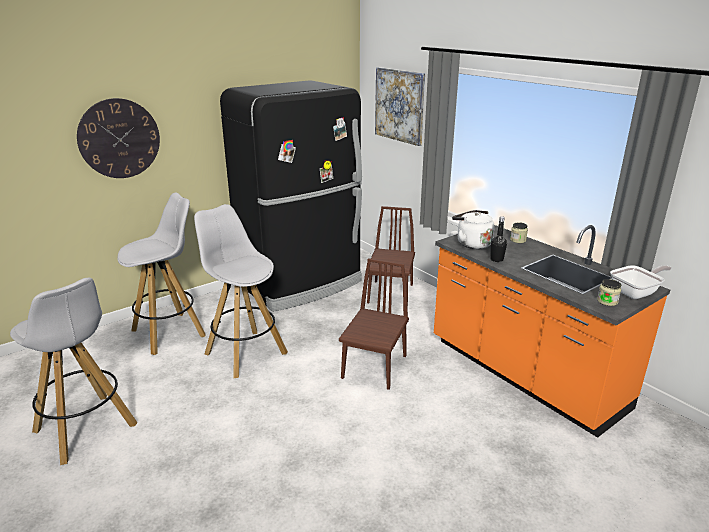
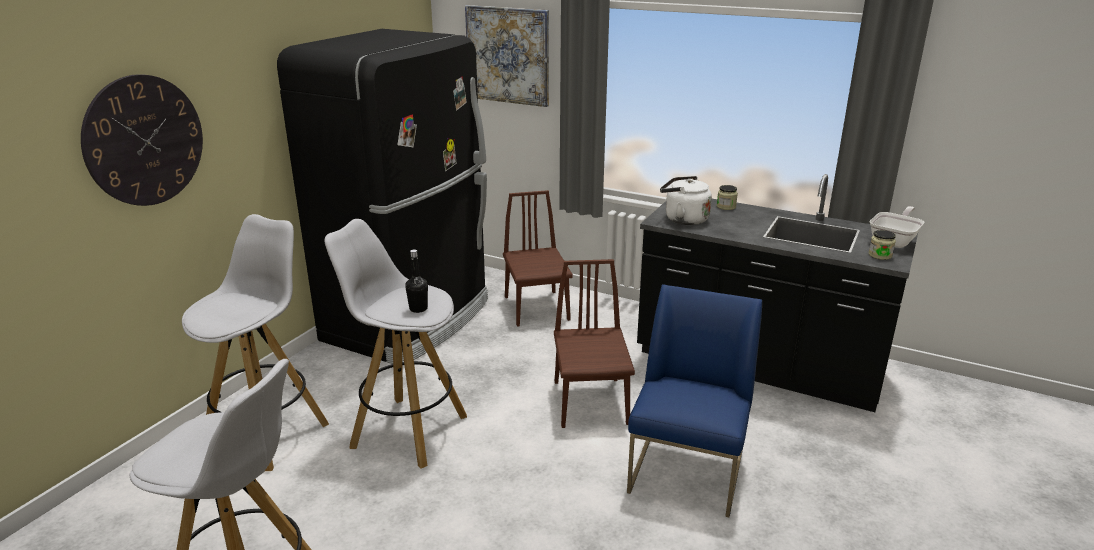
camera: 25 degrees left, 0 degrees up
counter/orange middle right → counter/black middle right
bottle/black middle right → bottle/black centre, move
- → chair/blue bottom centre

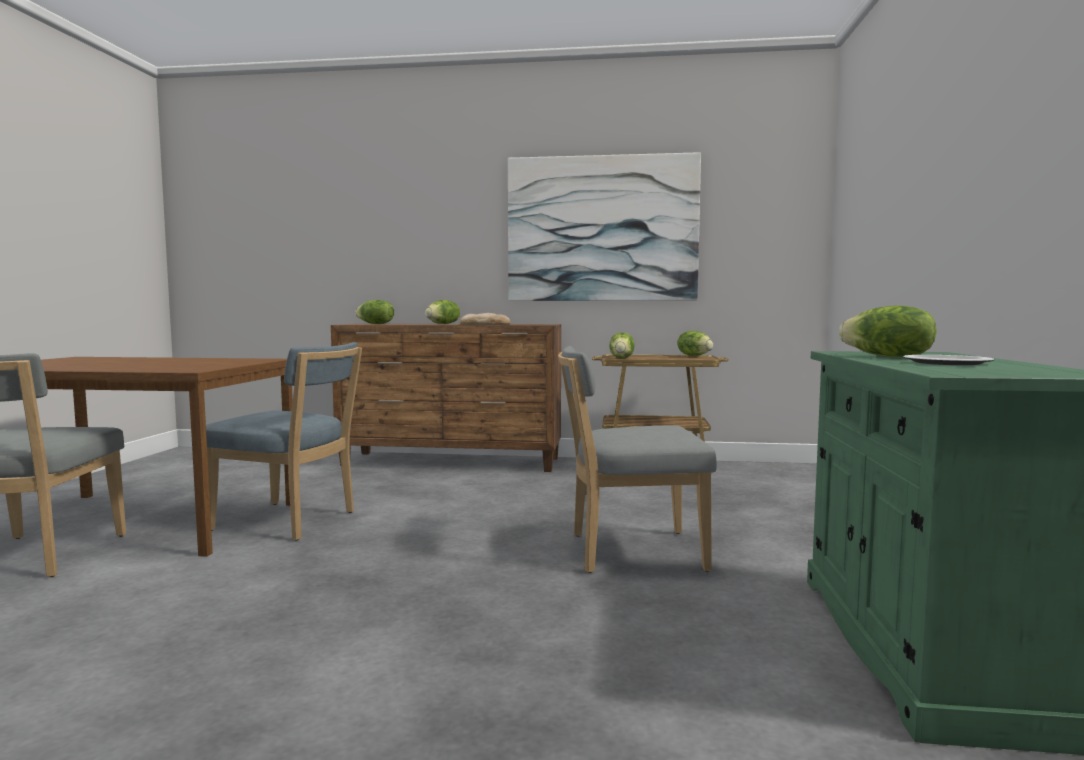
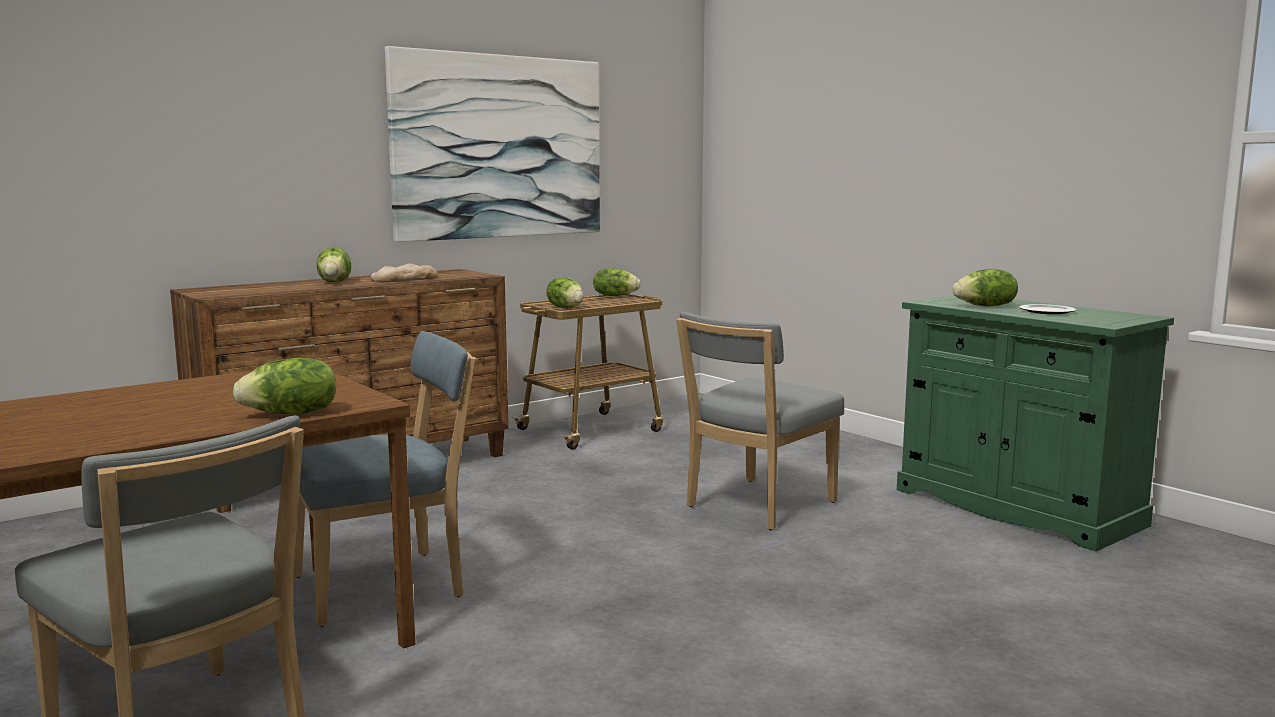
camera: 45 degrees left, 5 degrees up
lettuce (1st from left) centre → lettuce (1st from left) middle left, move

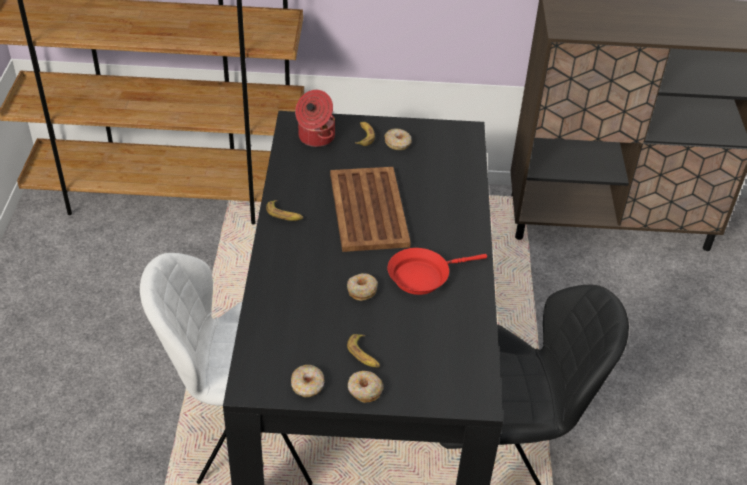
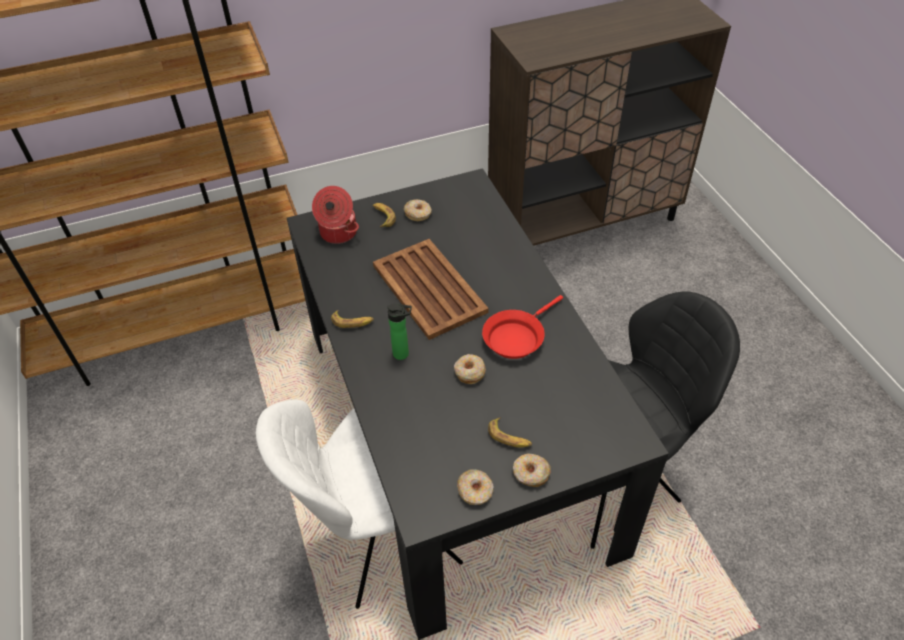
camera: 20 degrees left, 5 degrees up
- → bottle centre

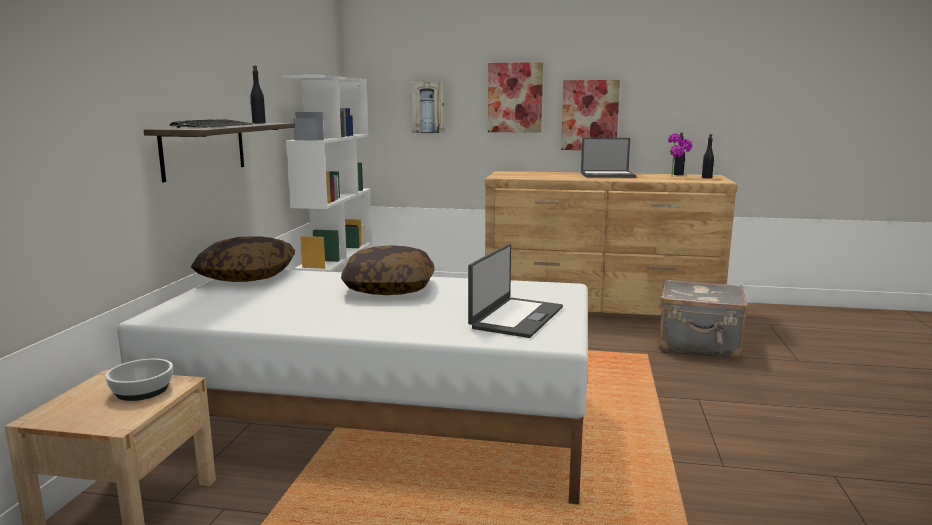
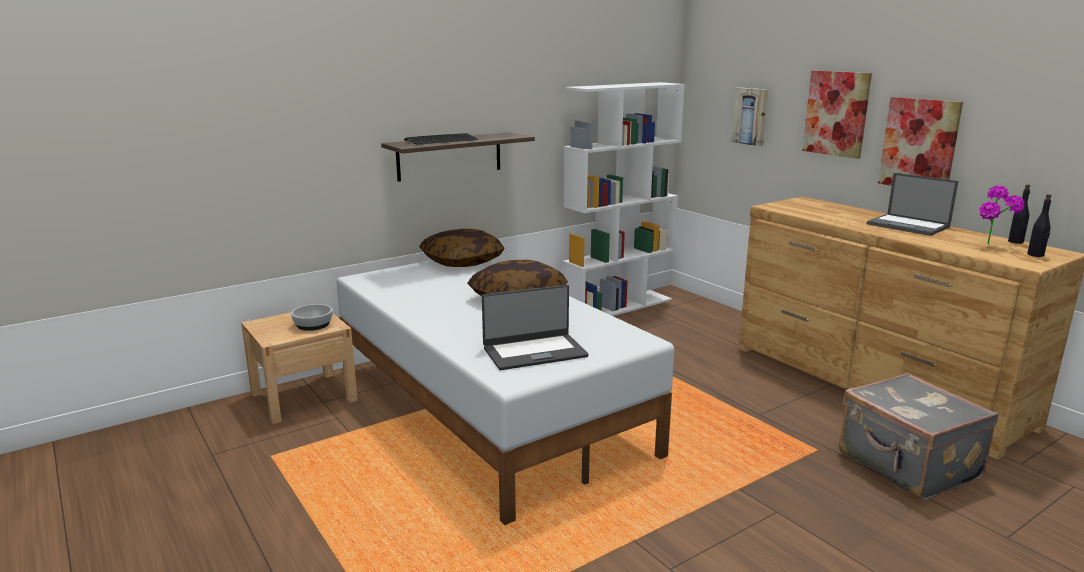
camera: 45 degrees right, 5 degrees up
bottle/black (1st from left) top left → -

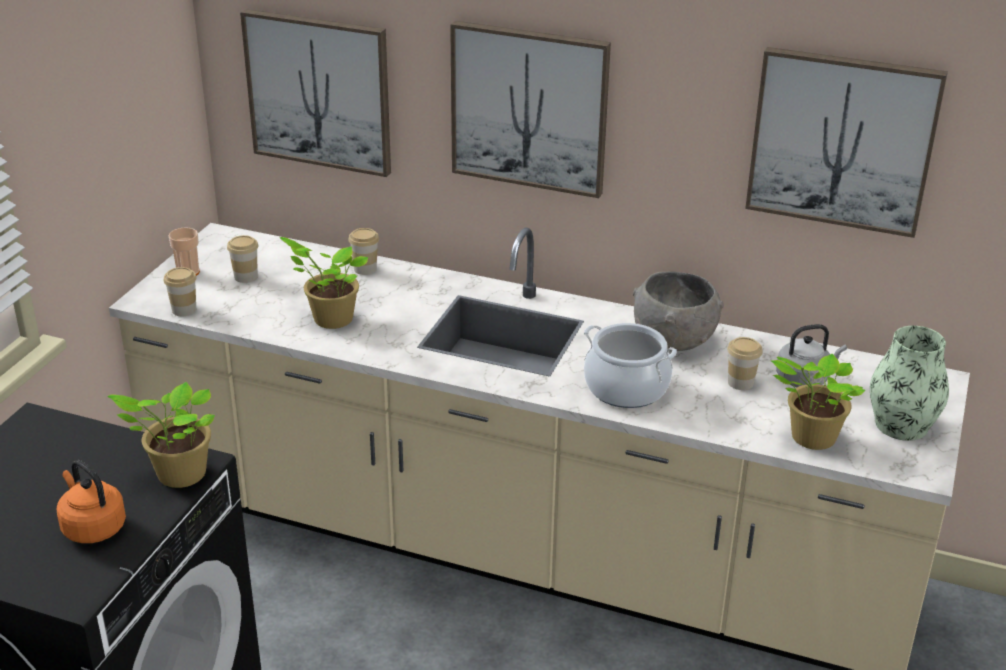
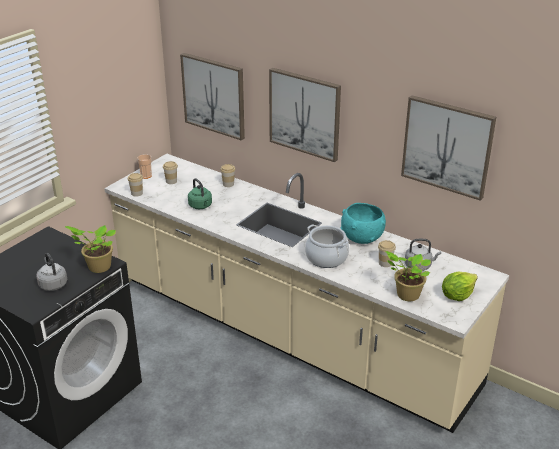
camera: 15 degrees right, 0 degrees up
kettle/orange bottom left → kettle/grey (1st from left) middle left
potted plant (2nd from left) middle left → kettle/green centre
bowl/grey middle right → bowl/turquoise centre
vase middle right → lettuce middle right

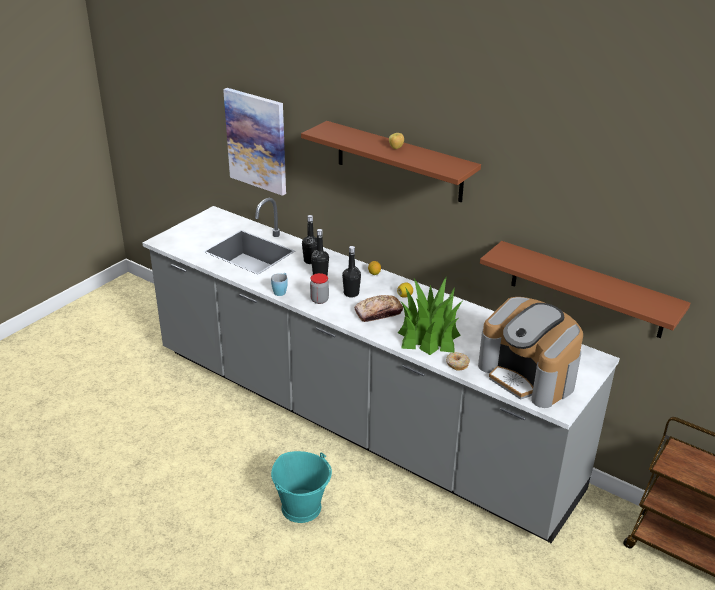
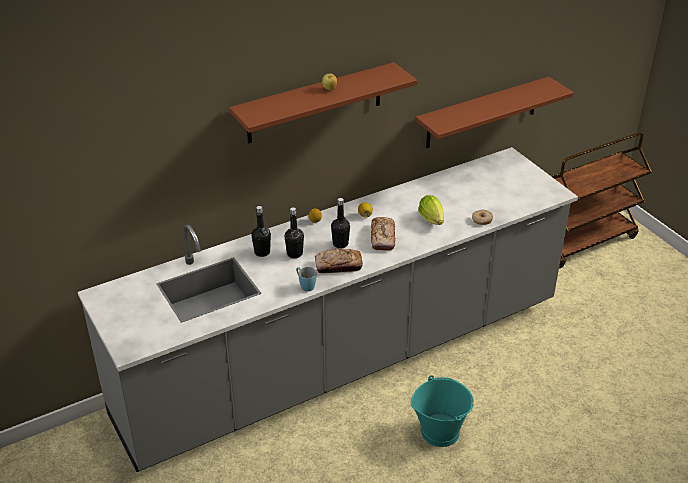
camera: 65 degrees left, 5 degrees up
picture top centre → -
jar centre → bread (1st from left) centre
potted plant centre → lettuce centre
coffee machine middle right → -

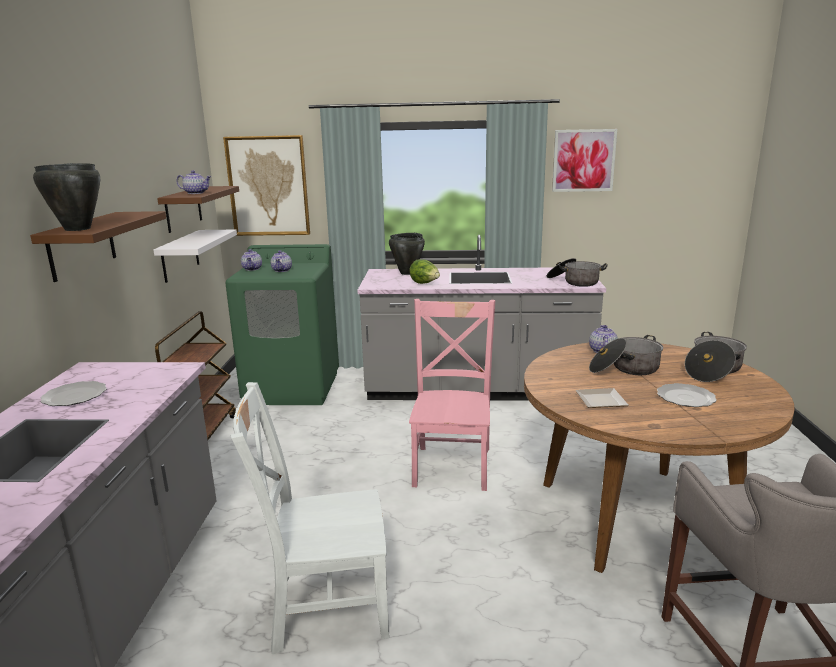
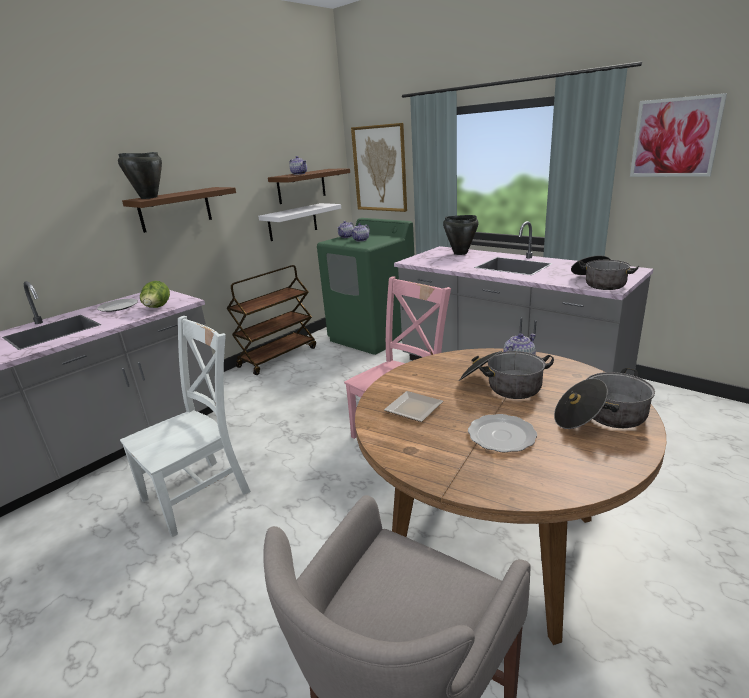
camera: 40 degrees right, 5 degrees up
chair/white bottom centre → chair/white middle left, 105 degrees clockwise
lettuce centre → lettuce middle left, move

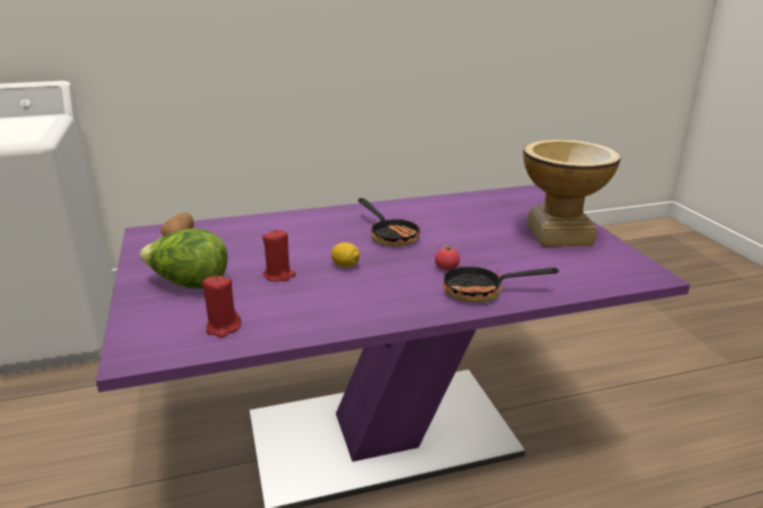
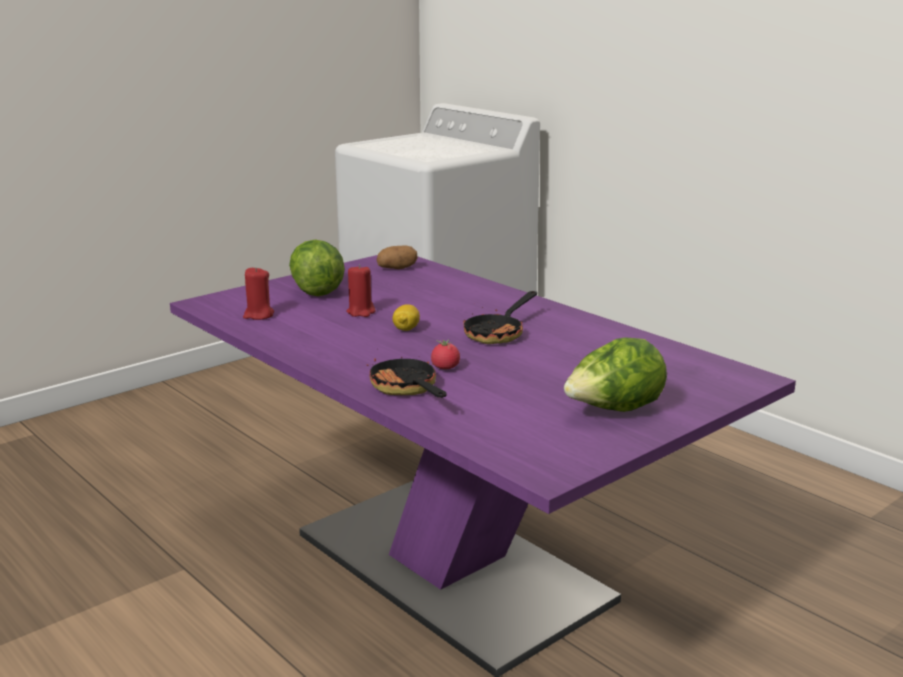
camera: 65 degrees right, 5 degrees down
vase middle right → lettuce (2nd from left) middle right

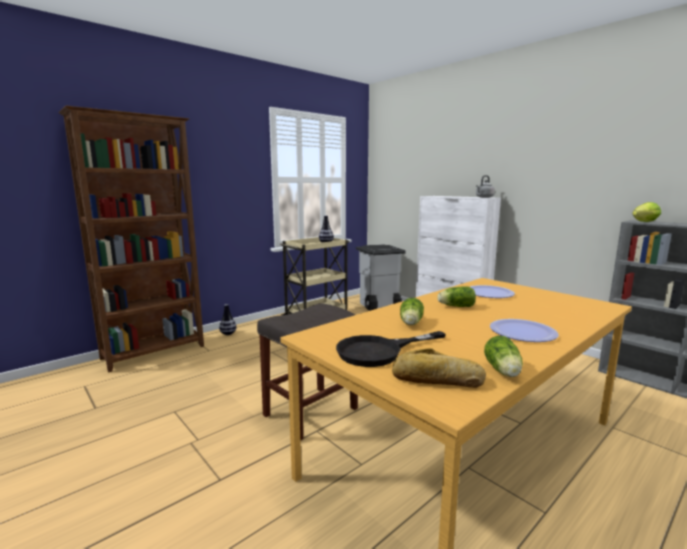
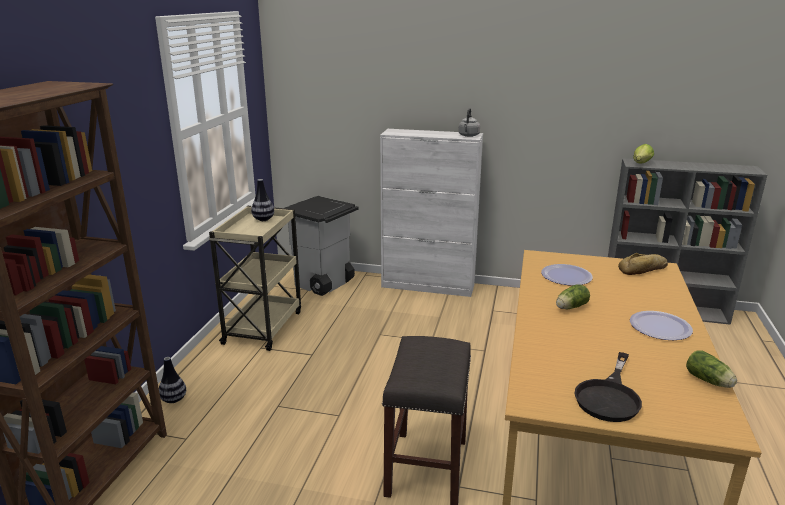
camera: 35 degrees left, 10 degrees up
bread bottom centre → bread middle right, move
lettuce (1st from left) centre → -

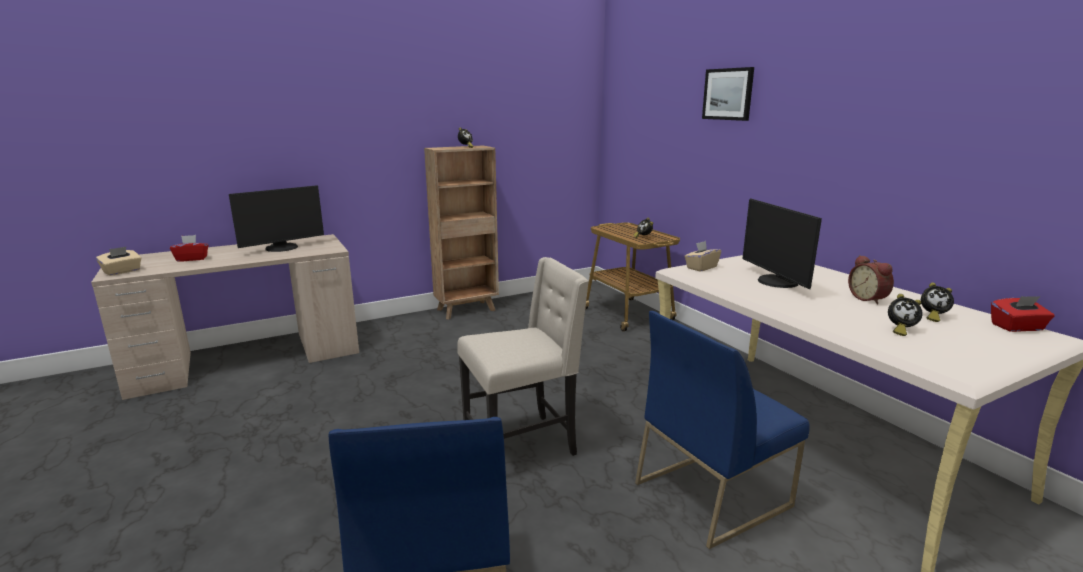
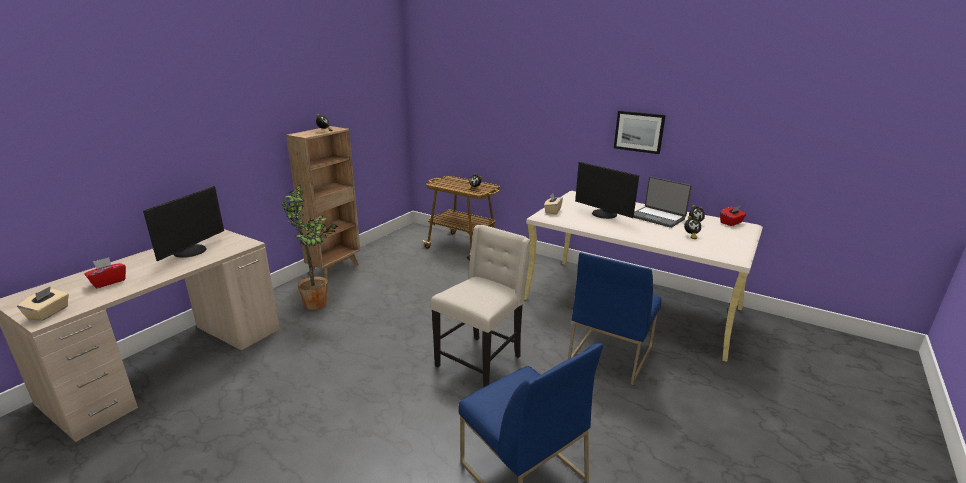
camera: 30 degrees left, 5 degrees up
picture top right → picture top centre, move
alarm clock (3rd from left) middle right → laptop middle right
- → potted plant middle left

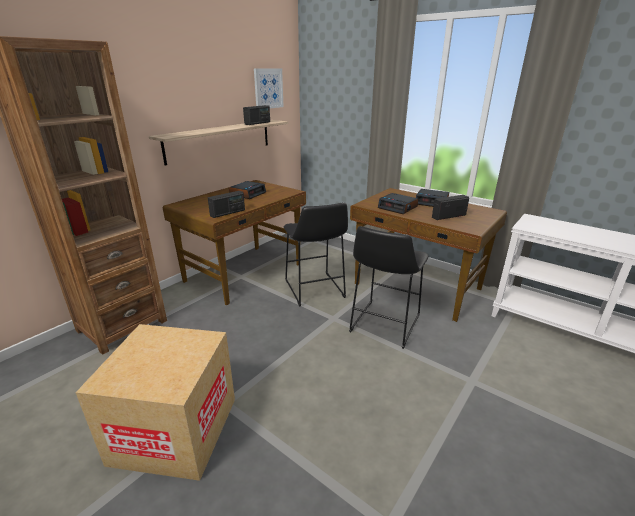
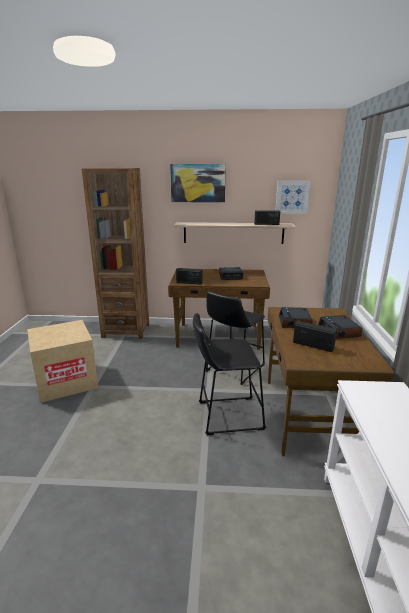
camera: 55 degrees right, 5 degrees down
- → picture (1st from left) top centre

